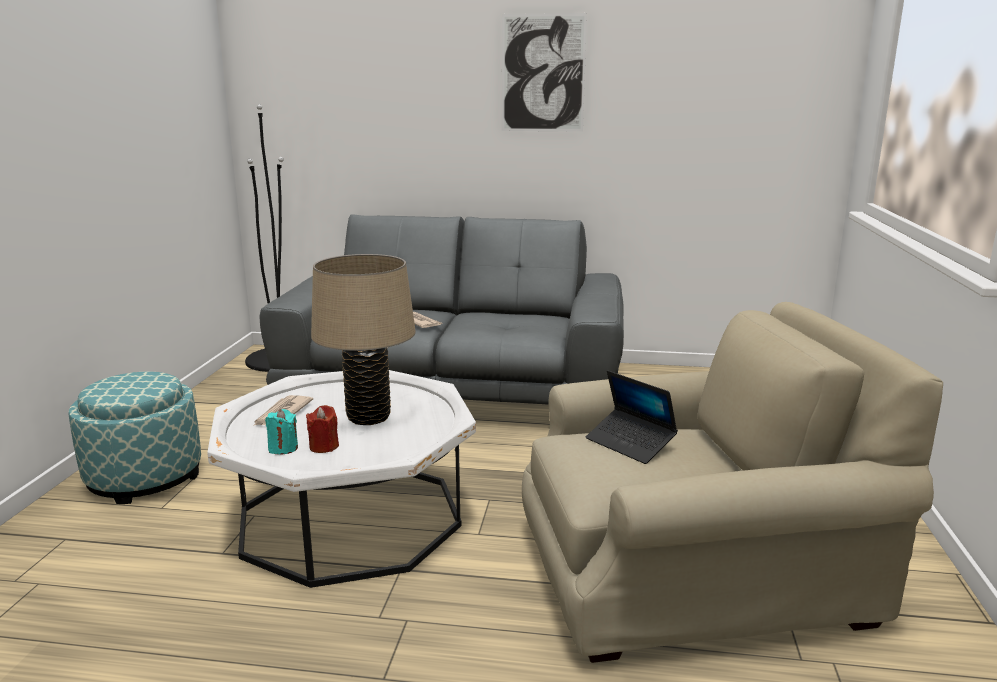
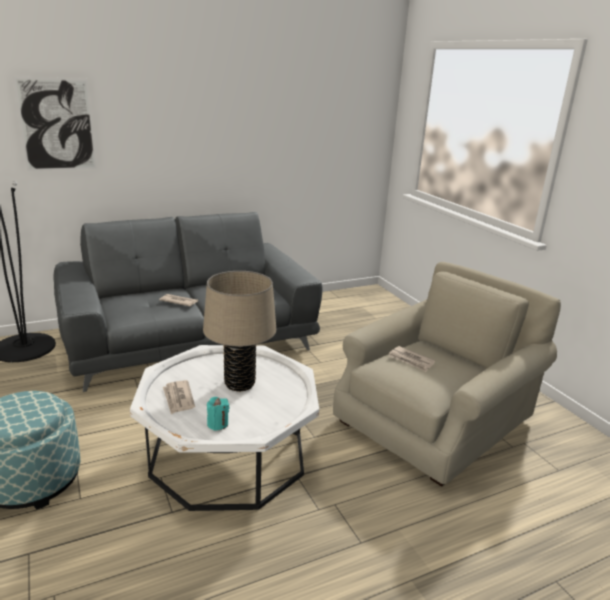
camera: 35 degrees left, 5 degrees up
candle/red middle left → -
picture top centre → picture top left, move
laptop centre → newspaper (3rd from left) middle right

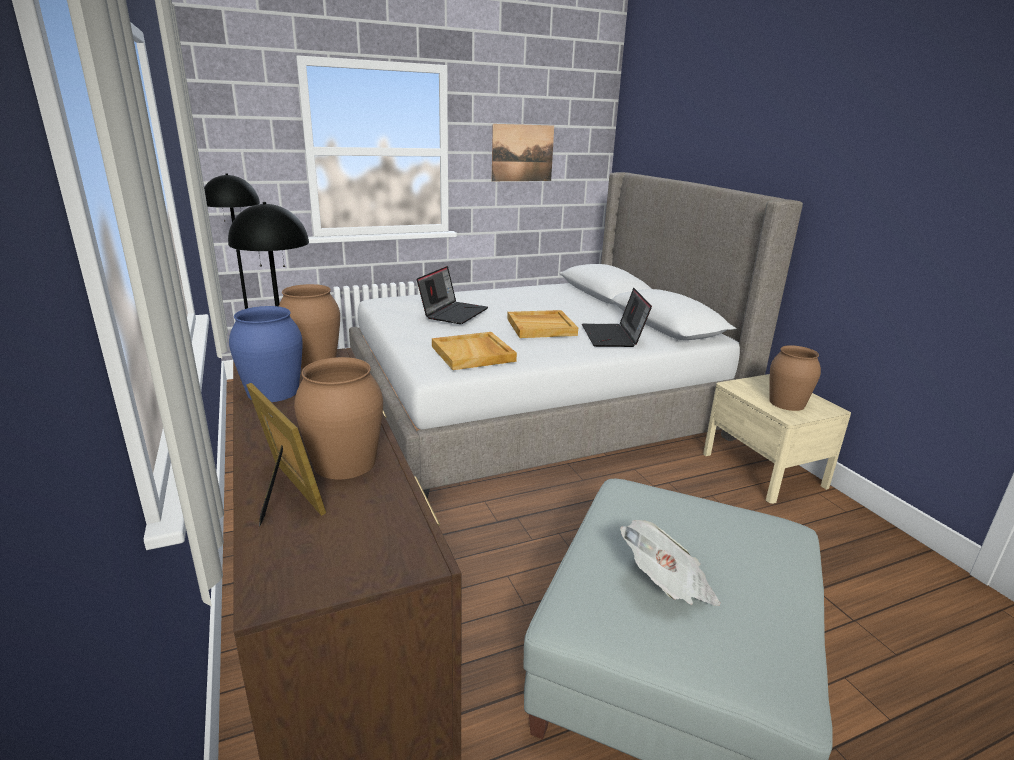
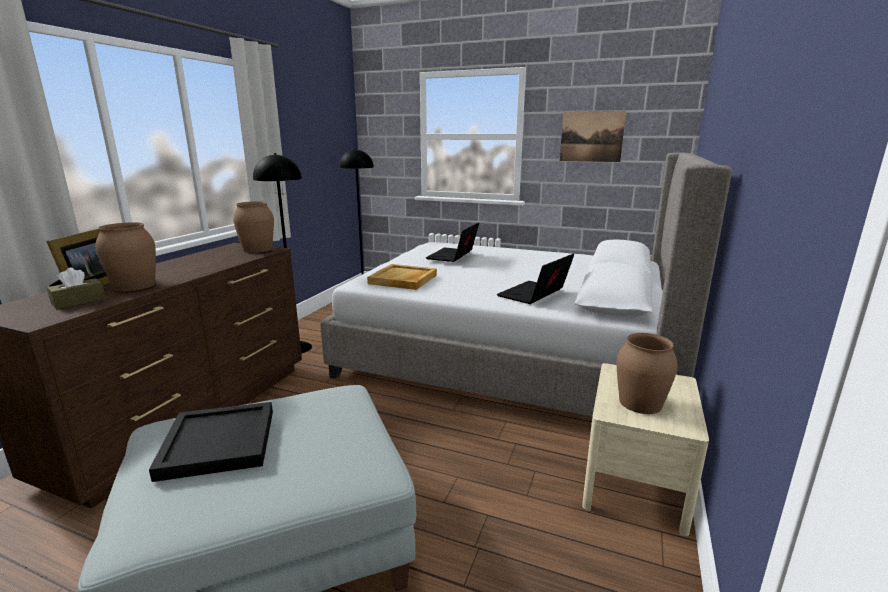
camera: 45 degrees right, 5 degrees down
vase/blue middle left → -
laptop (1st from left) centre, 135 degrees clockwise
tray/beige (2nd from left) centre → -
newspaper bottom centre → tray/black bottom left
- → tissue box/brown middle left

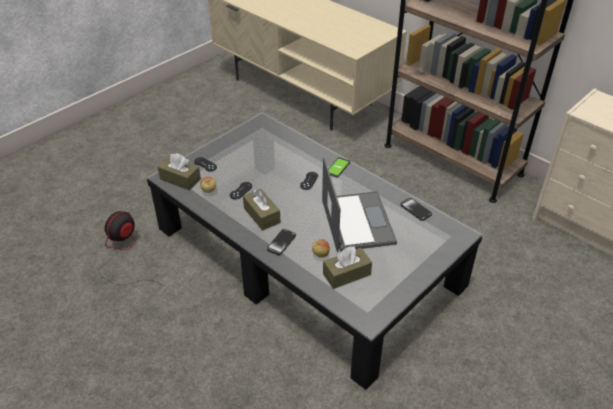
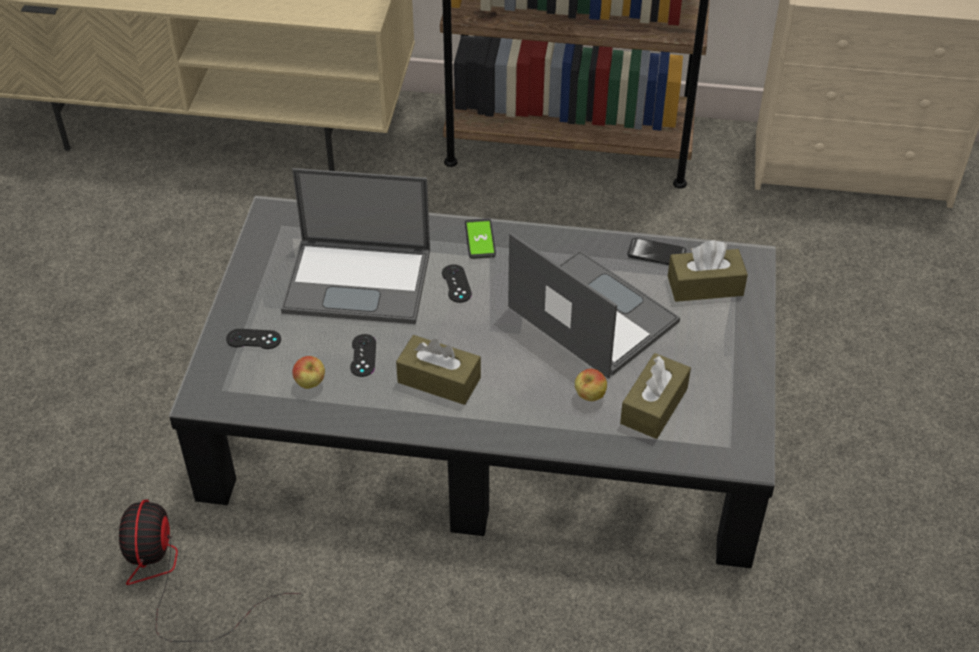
camera: 35 degrees left, 5 degrees up
tissue box/brown (1st from left in the first image) middle left → tissue box/brown (3rd from left) middle right, move
phone (1st from left) centre → -
- → laptop (1st from left) centre

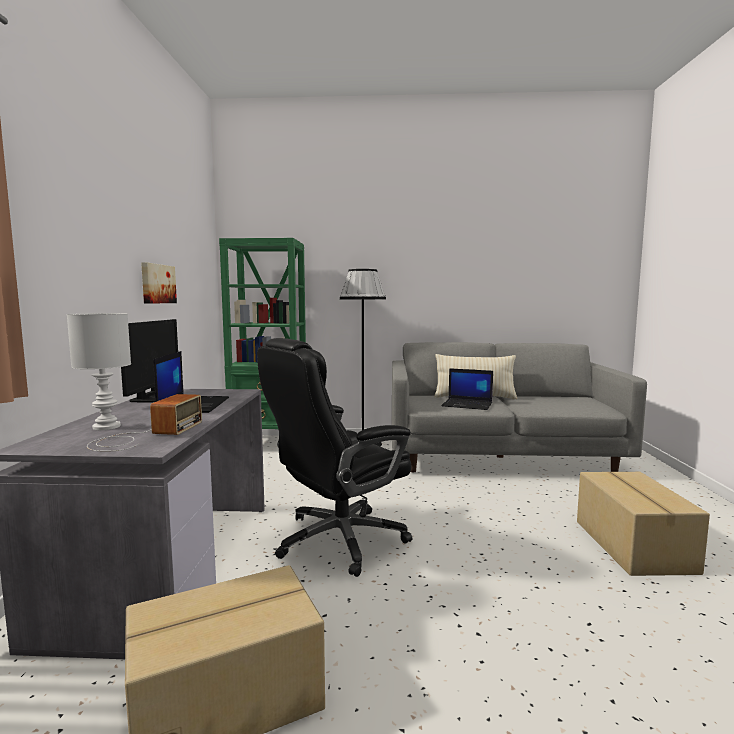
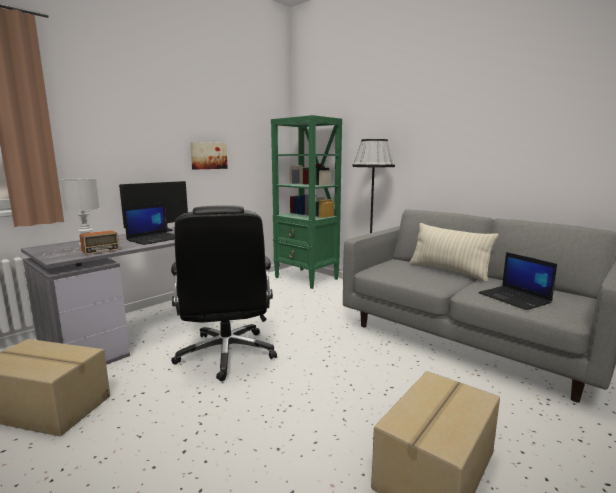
camera: 40 degrees right, 5 degrees up
office chair/black centre, 105 degrees counterclockwise
laptop (2nd from left) centre → laptop (2nd from left) middle right, move

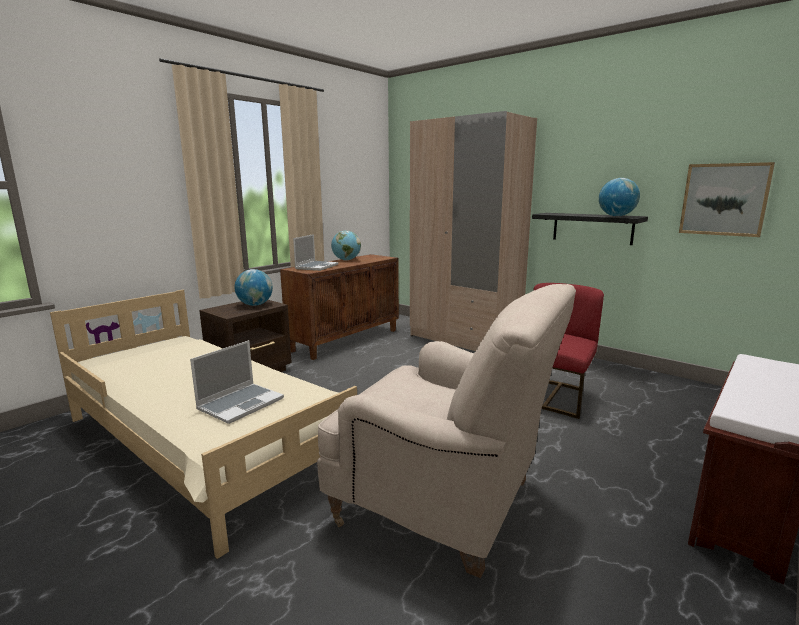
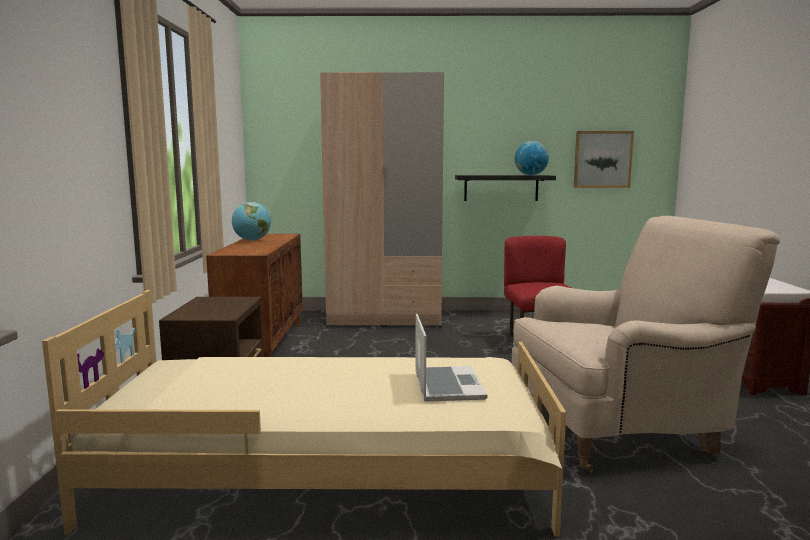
camera: 40 degrees left, 5 degrees down
globe (1st from left) middle left → -
laptop (2nd from left) centre → -

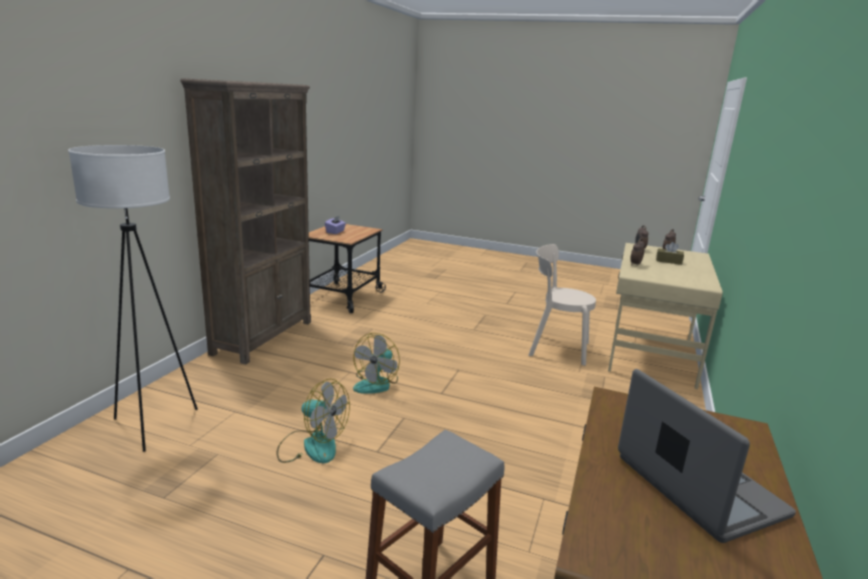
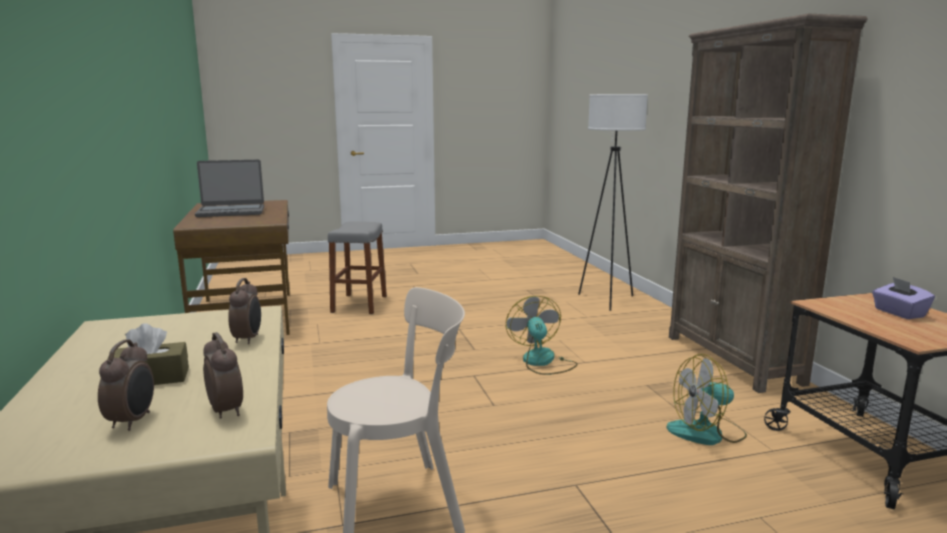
camera: 145 degrees right, 5 degrees down
fan (1st from left in the first image) bottom centre → fan (2nd from left) bottom right, move
laptop bottom right → laptop middle left, 45 degrees counterclockwise

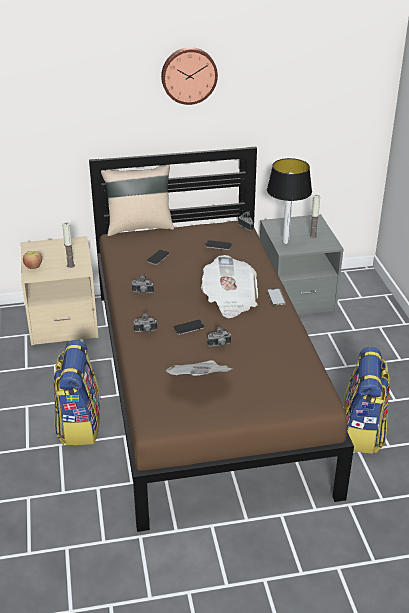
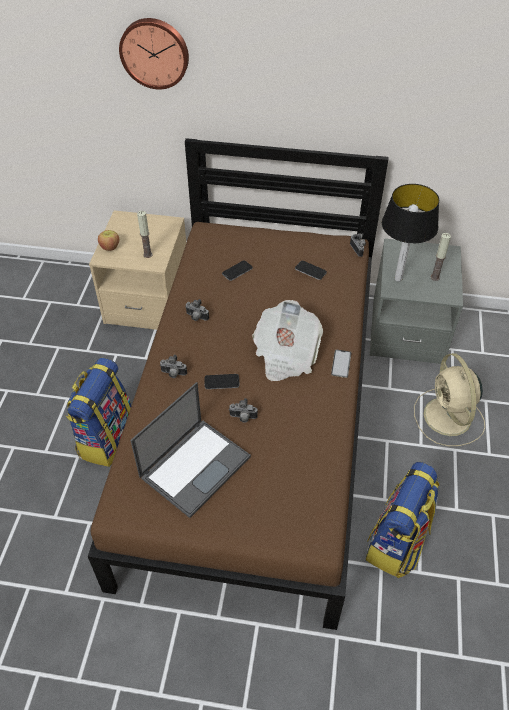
camera: 20 degrees right, 15 degrees up
pillow/beige top centre → -
wall clock top centre → wall clock top left, move
newspaper (1st from left) centre → laptop centre
- → fan/beige middle right

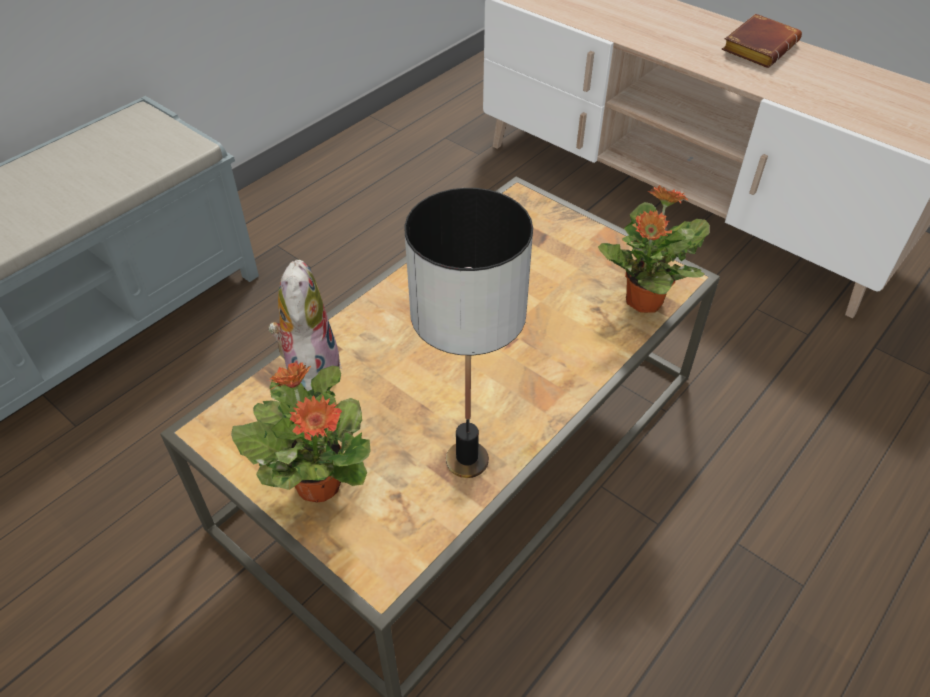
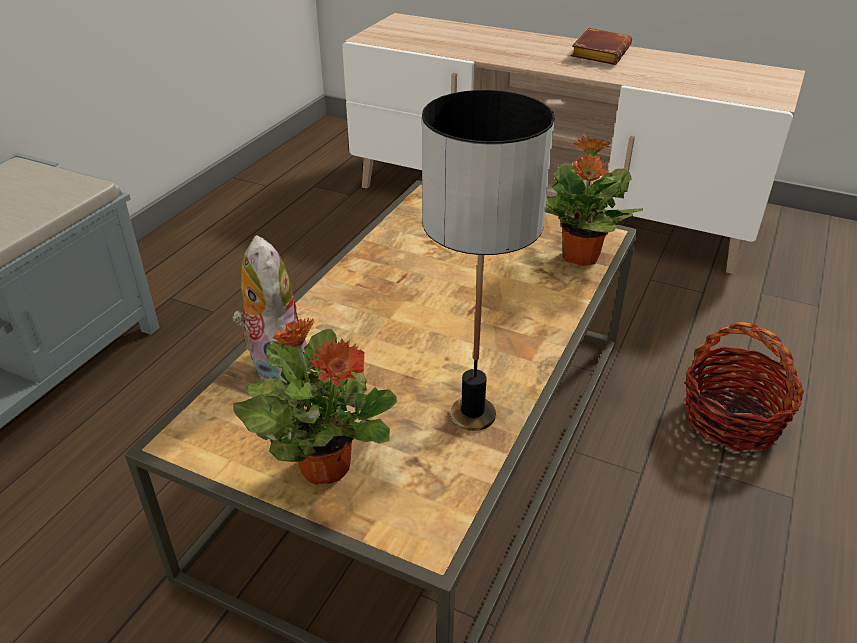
camera: 15 degrees left, 10 degrees down
- → basket middle right

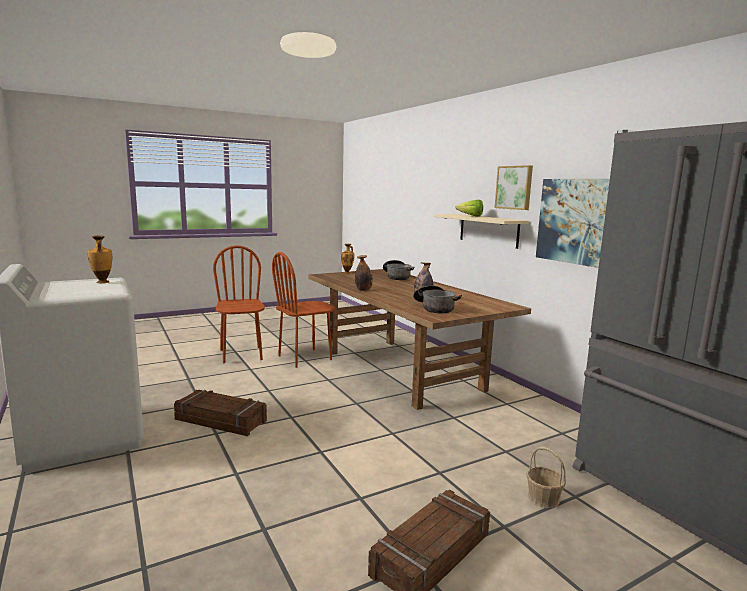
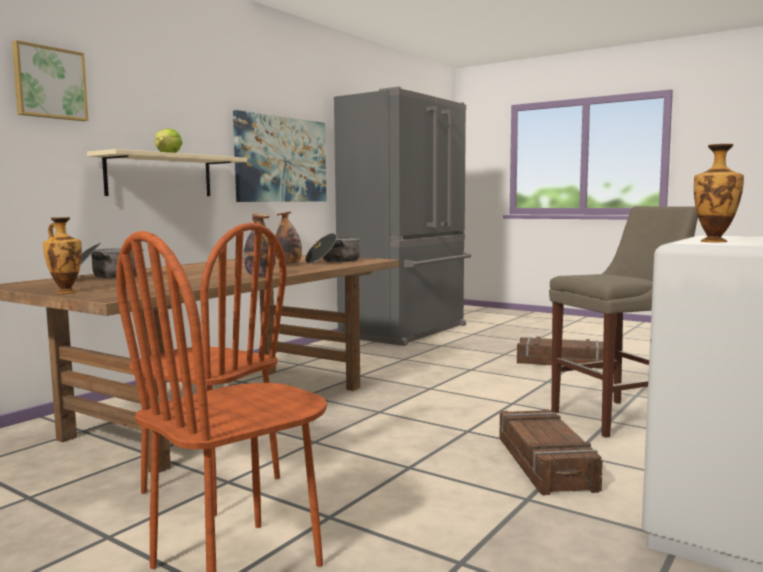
camera: 115 degrees left, 5 degrees down
picture (1st from left) top right → picture (1st from left) top left, move
basket bottom right → -
- → stool/beige middle right

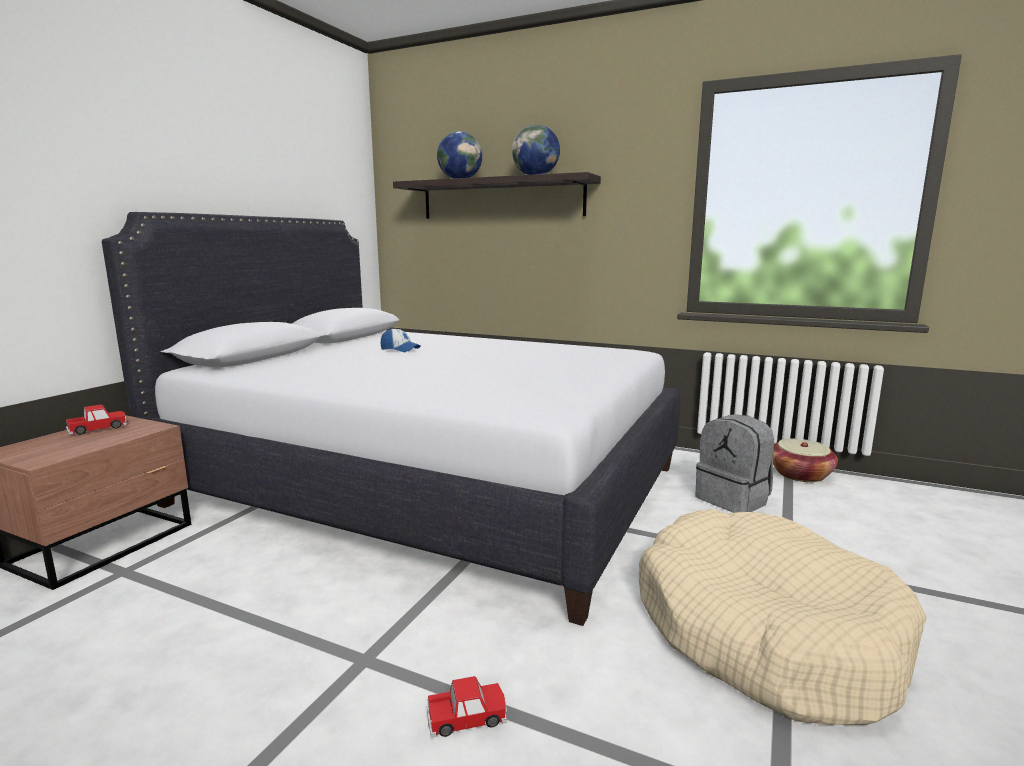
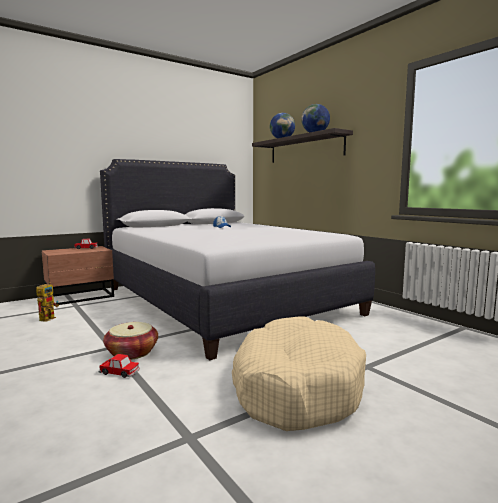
camera: 30 degrees right, 5 degrees down
backpack/grey middle right → -
basket middle right → basket bottom left, move
- → toy robot middle left

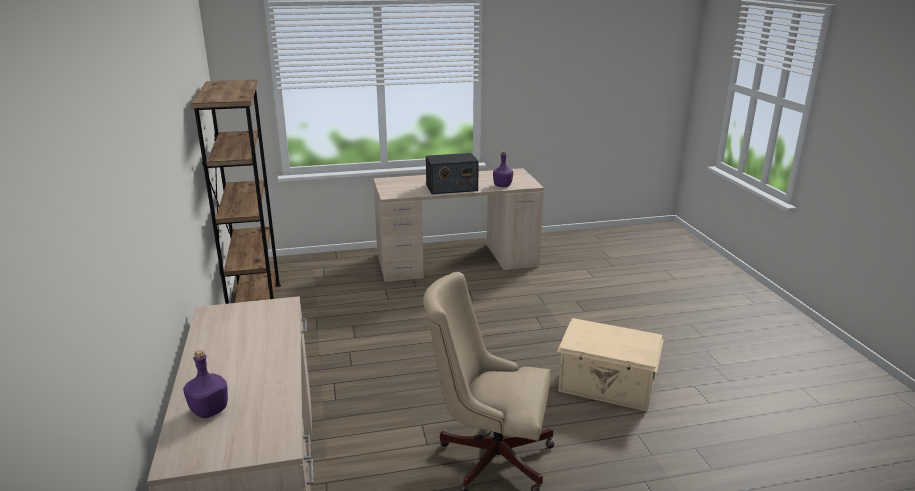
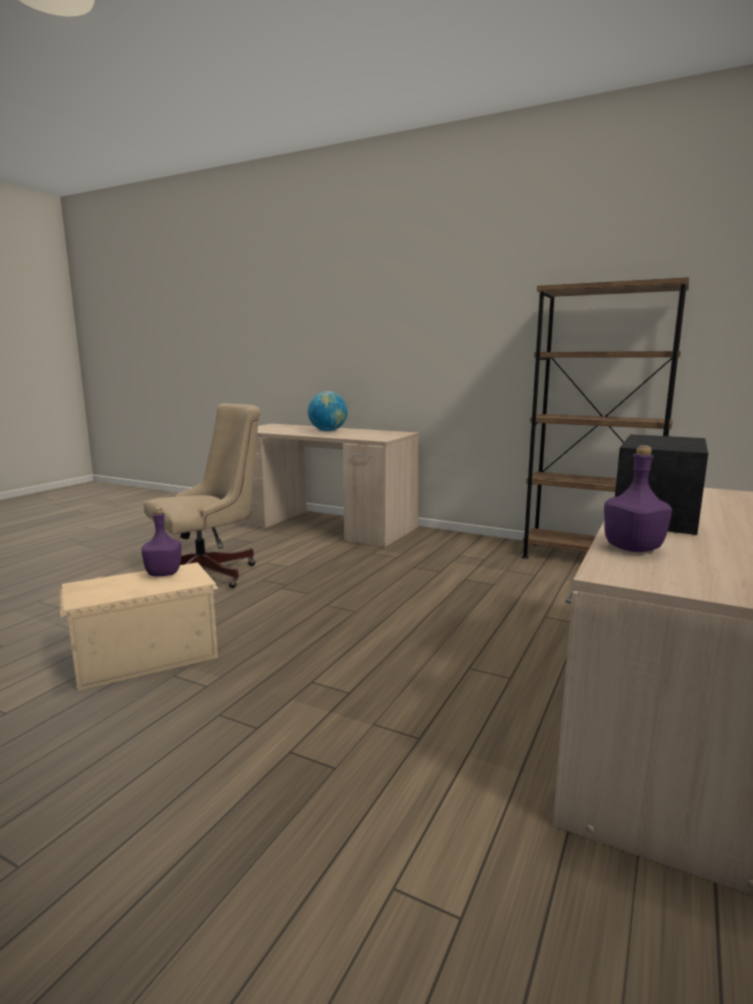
camera: 130 degrees right, 10 degrees down
bottle/purple (1st from left) bottom left → bottle/purple (1st from left) middle left, move
- → globe centre

